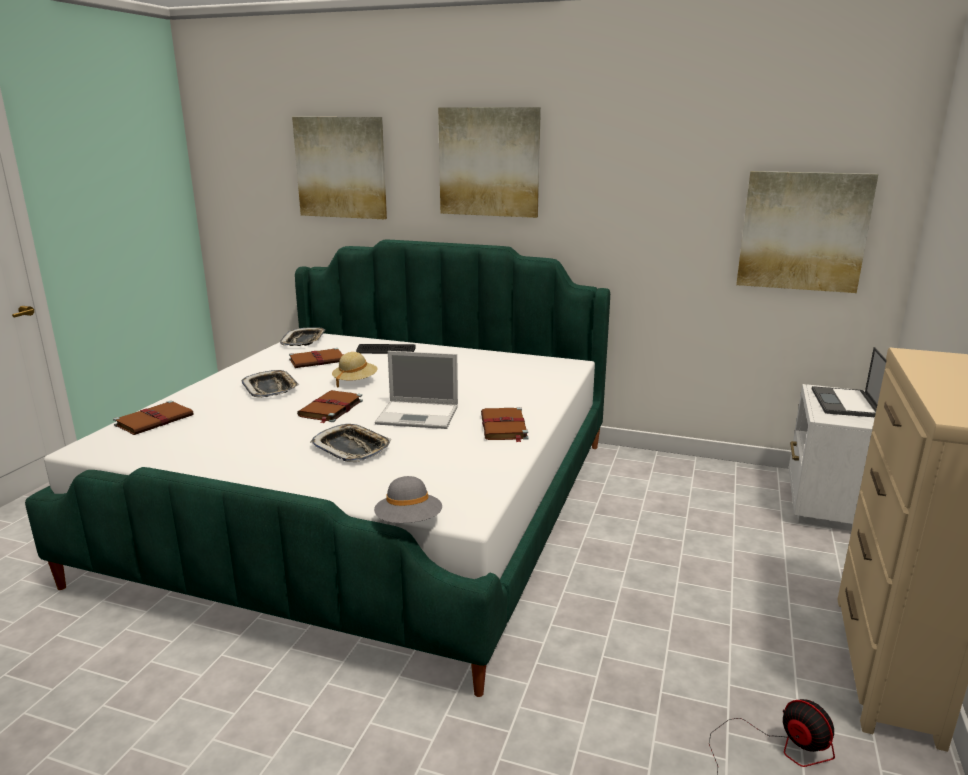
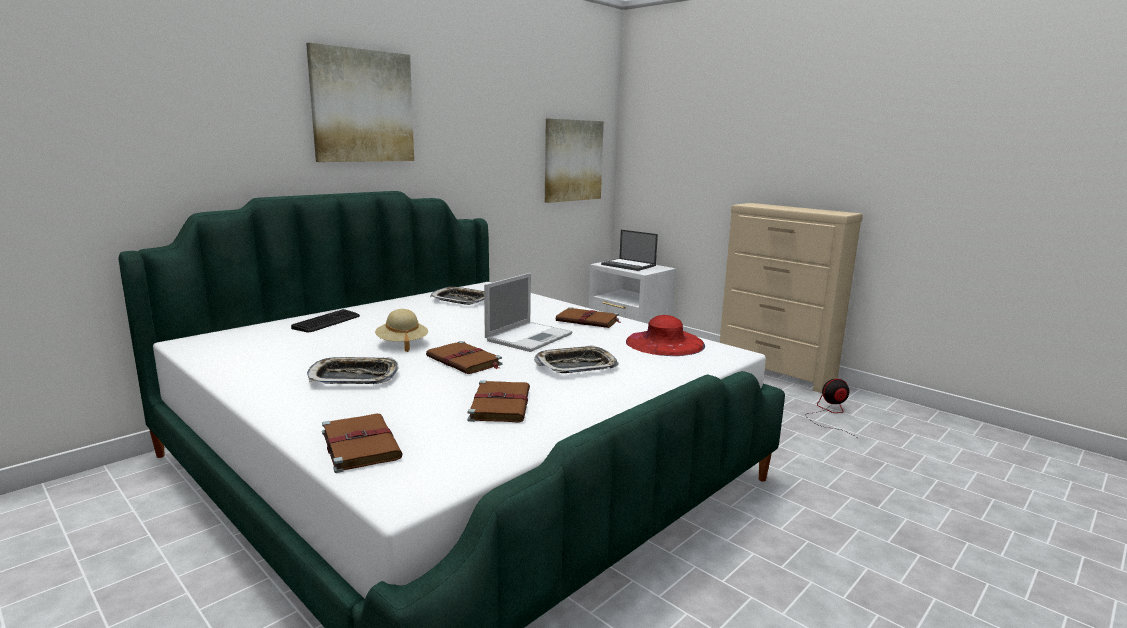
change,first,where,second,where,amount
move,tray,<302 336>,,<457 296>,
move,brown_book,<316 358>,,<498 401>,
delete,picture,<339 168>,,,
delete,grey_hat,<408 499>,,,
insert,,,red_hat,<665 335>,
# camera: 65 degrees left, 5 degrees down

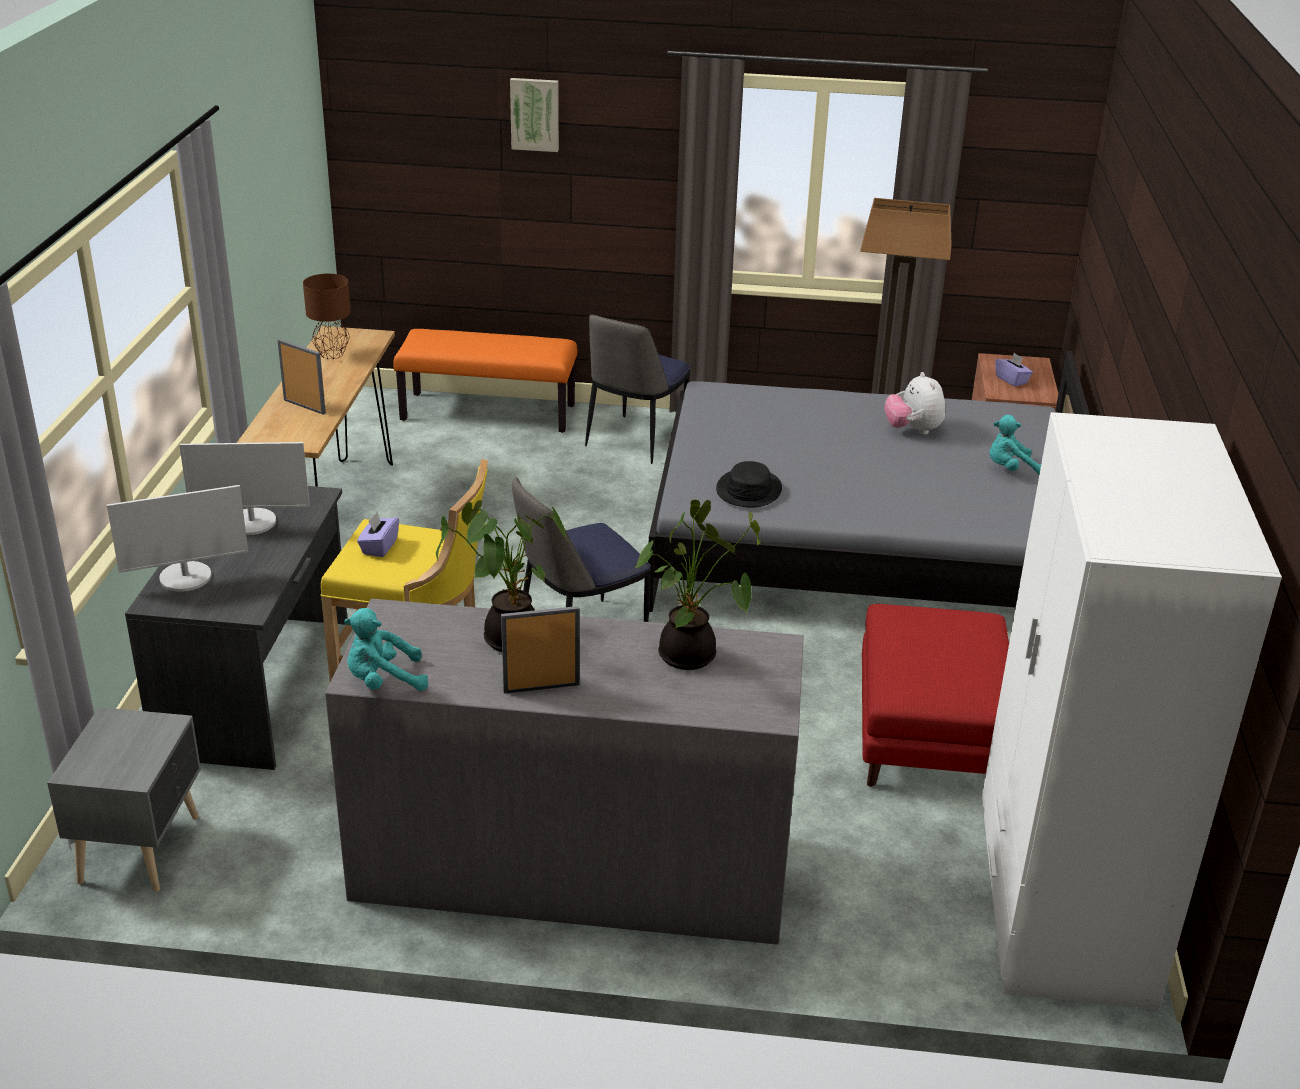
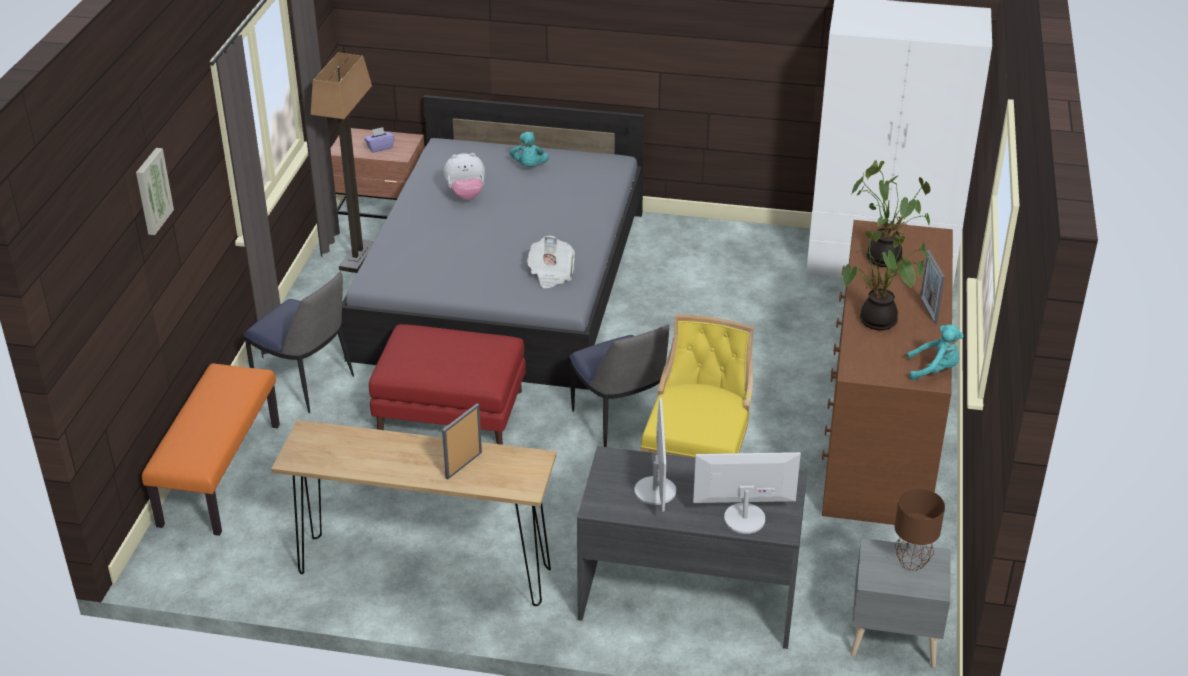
change,first,where,second,where,amount
rotate,monitor,<177 538>,,<747 493>,75 degrees counterclockwise
move,brown_table_lamp,<327 316>,,<920 529>,
recolor,grey_dresser,<564 772>,brown_dresser,<887 372>,
rotate,turquoise_plush_toy,<386 649>,,<935 352>,75 degrees counterclockwise
delete,purple_tissue_box,<378 534>,,,
replace,black_hat,<749 484>,newspaper,<551 262>,
move,red_ottoman,<935 695>,,<447 384>,
# camera: 85 degrees left, 5 degrees up

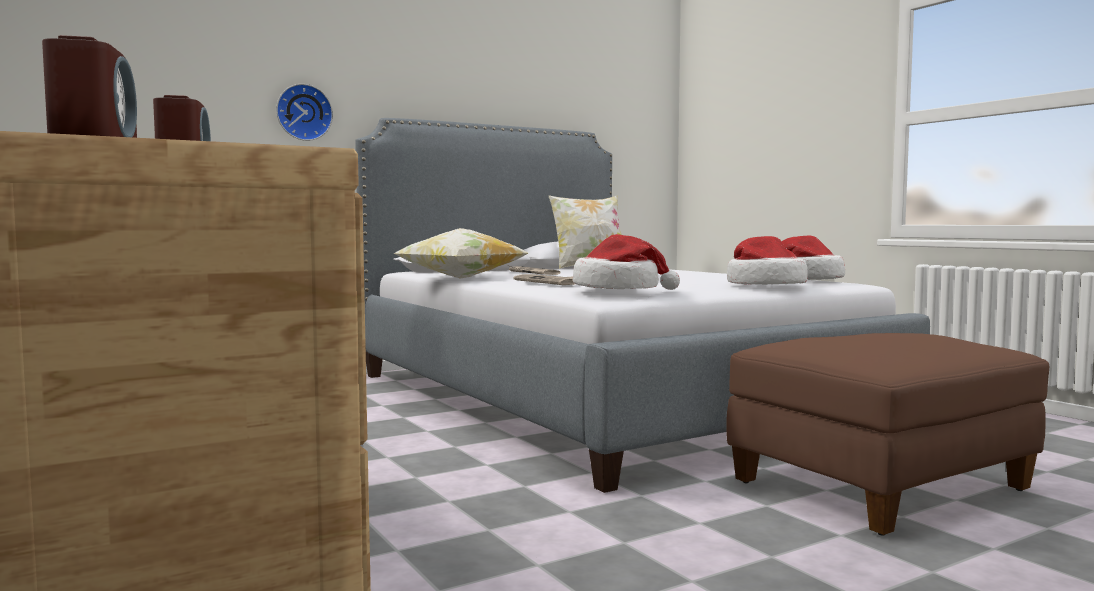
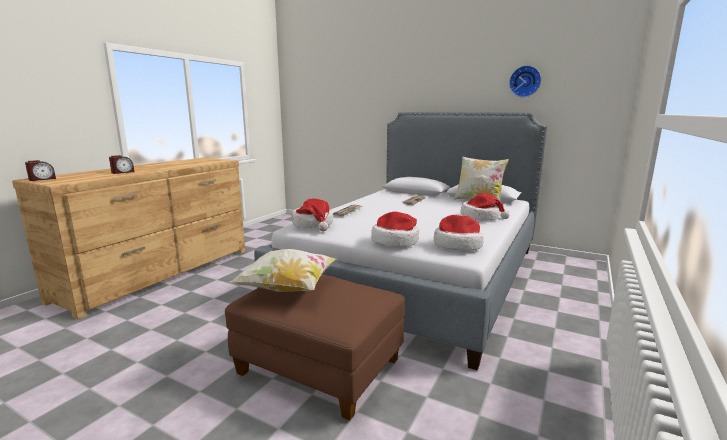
change,first,where,second,where,amount
move,wall_clock,<304 112>,,<525 81>,
move,pillow,<461 253>,,<283 270>,
insert,,,hat,<484 207>,
# camera: 60 degrees right, 10 degrees up

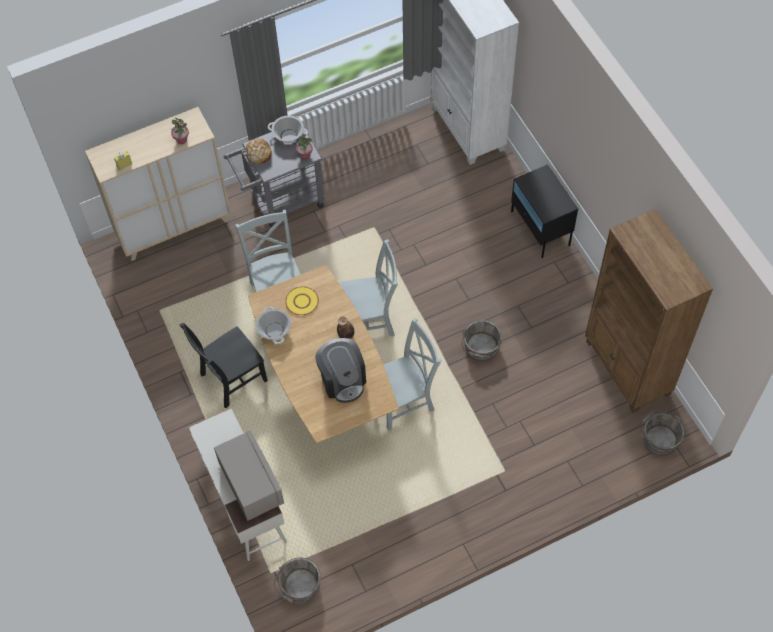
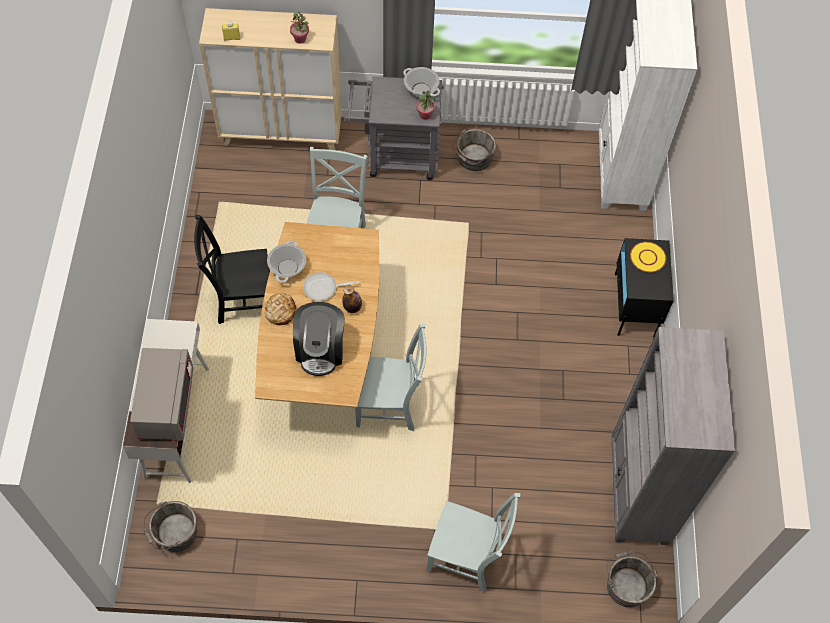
change,first,where,second,where,amount
move,bread,<259 151>,,<280 309>,
move,yellow_plate,<302 300>,,<648 257>,
move,grey_chair,<368 287>,,<473 542>,
move,grey_bucket,<482 341>,,<474 150>,
recolor,brown_bookcase,<649 311>,grey_bookcase,<673 436>,
insert,,,frying_pan,<331 286>,
# camera: 25 degrees right, 0 degrees up

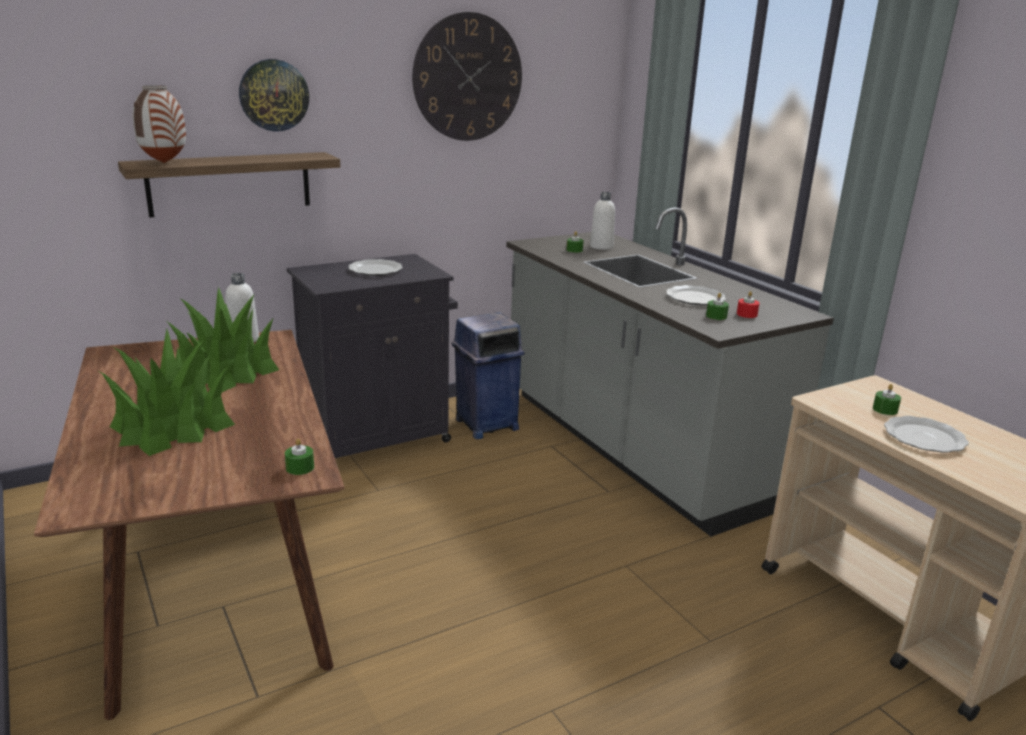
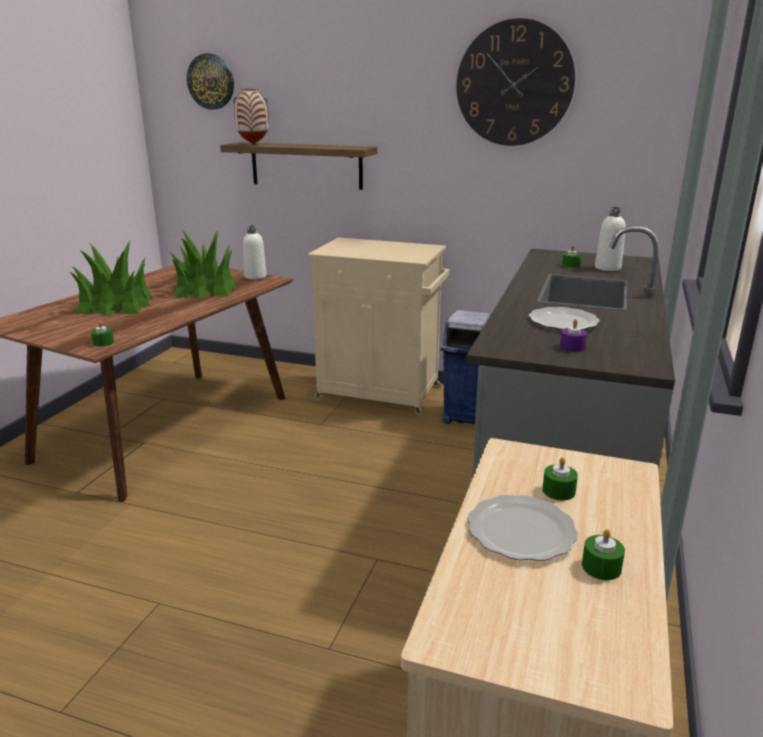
change,first,where,second,where,amount
move,wall_clock,<274 95>,,<210 82>,
recolor,black_cabinet,<372 356>,beige_cabinet,<378 326>,
delete,plate,<376 267>,,,
move,green_candle,<717 306>,,<603 554>,
recolor,red_candle,<748 304>,purple_candle,<573 335>,
# camera: 50 degrees right, 0 degrees up

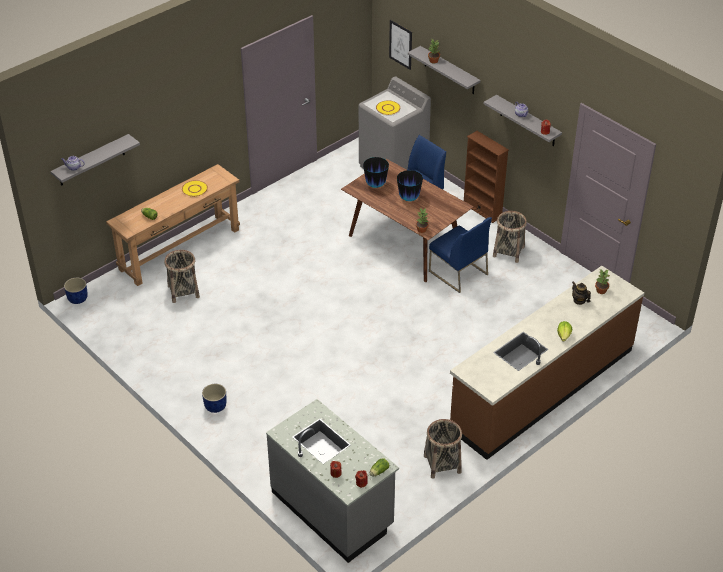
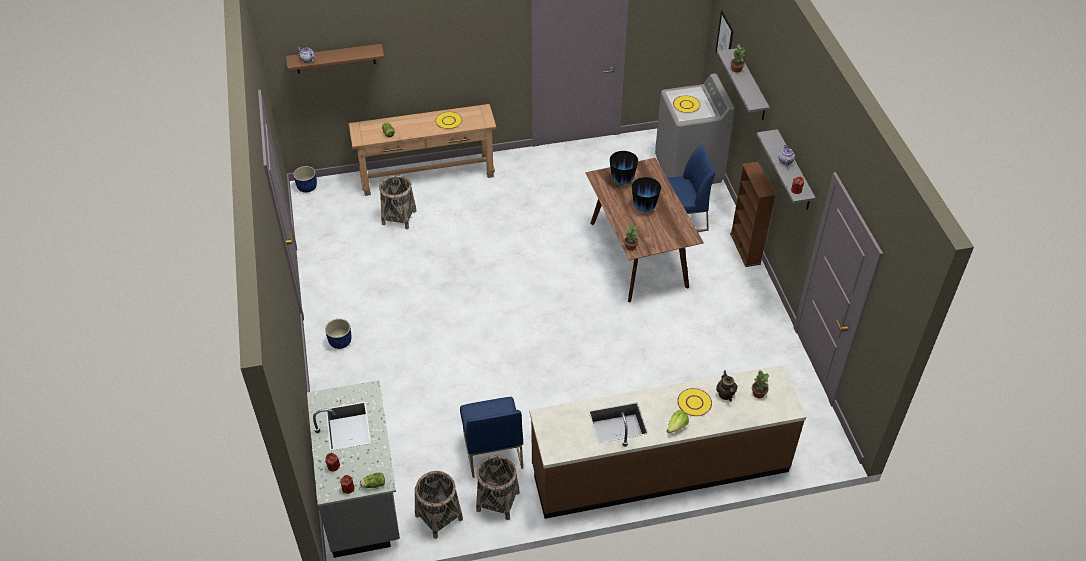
change,first,where,second,where,amount
recolor,grey_shelf,<95 160>,brown_shelf,<335 59>,
move,blue_chair,<460 255>,,<491 437>,
move,basket,<510 237>,,<439 505>,
insert,,,yellow_plate,<694 402>,
# camera: 30 degrees right, 5 degrees up

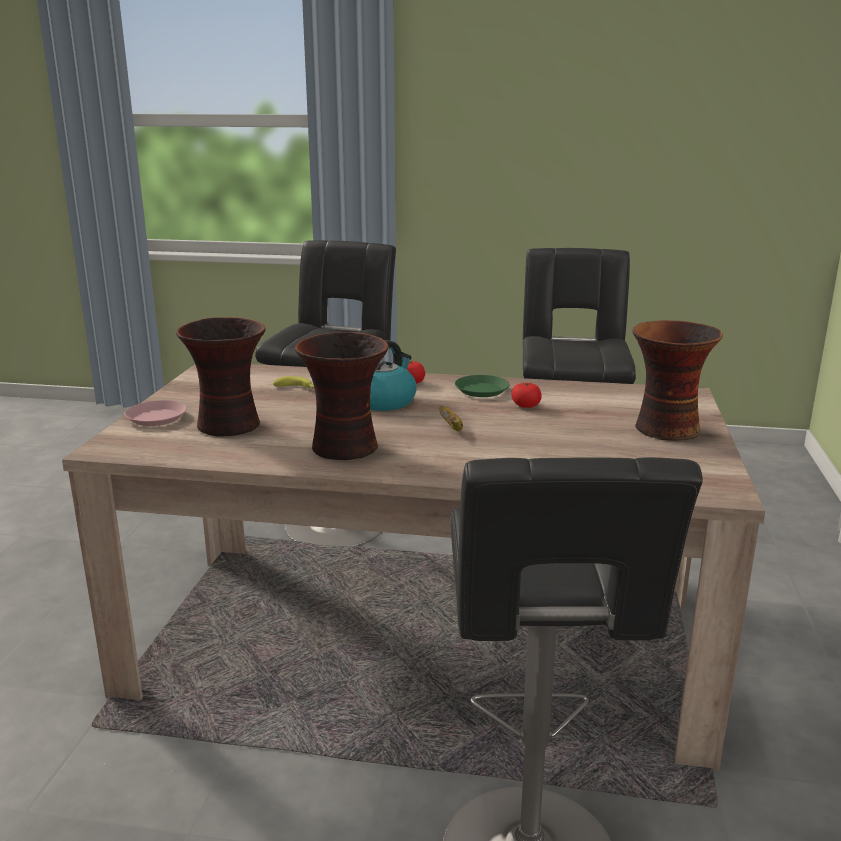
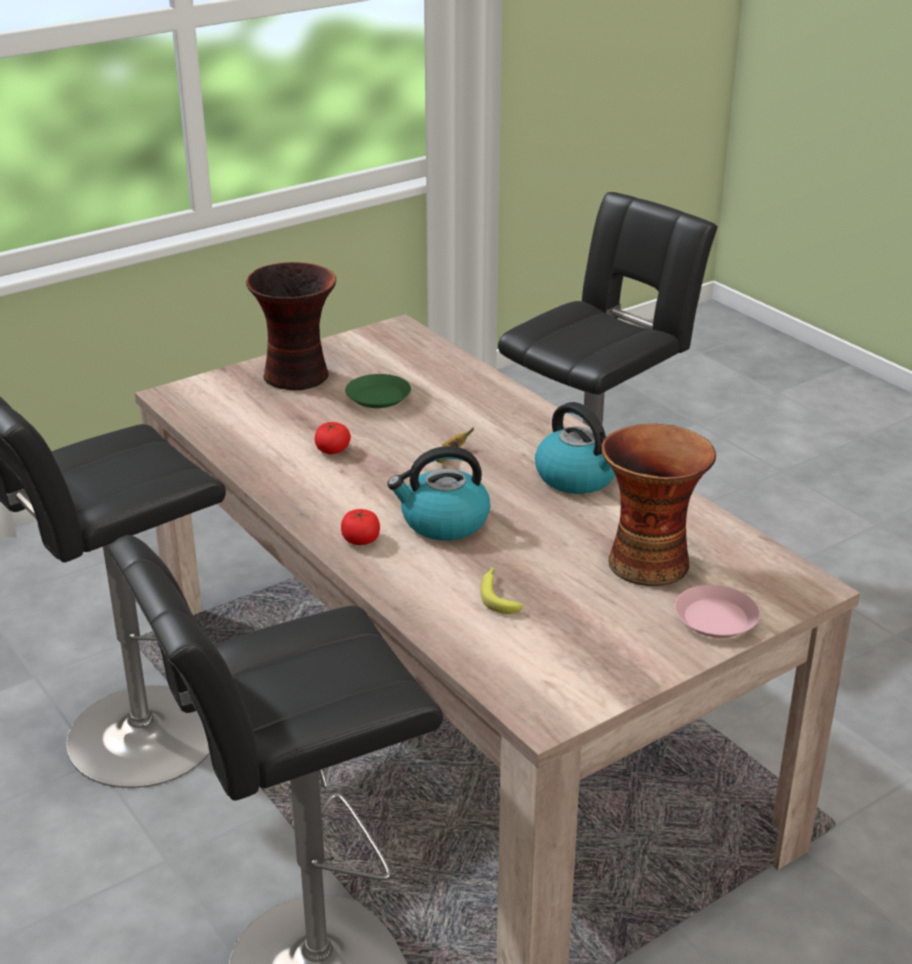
change,first,where,second,where,amount
replace,vase,<342 396>,kettle,<575 448>,
move,green_plate,<482 386>,,<378 391>,
# camera: 135 degrees left, 10 degrees up

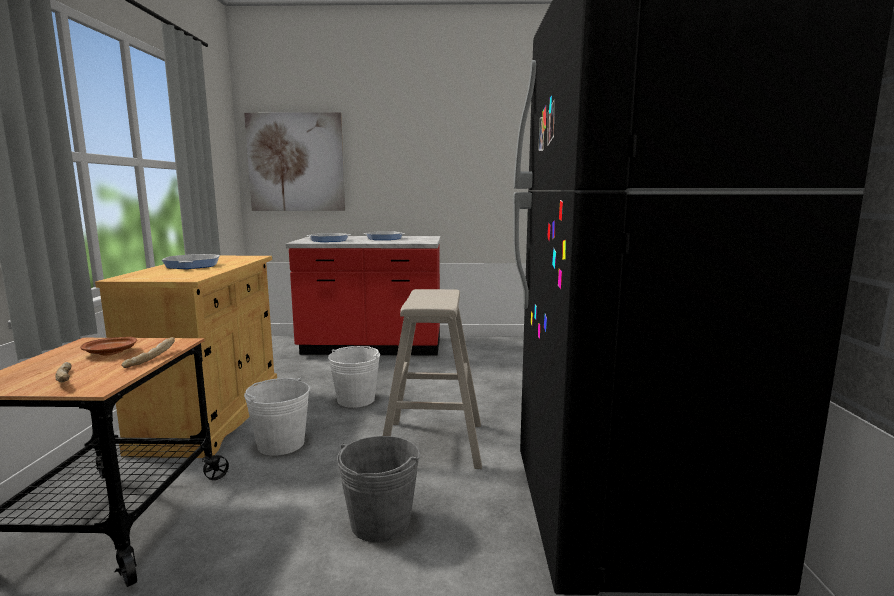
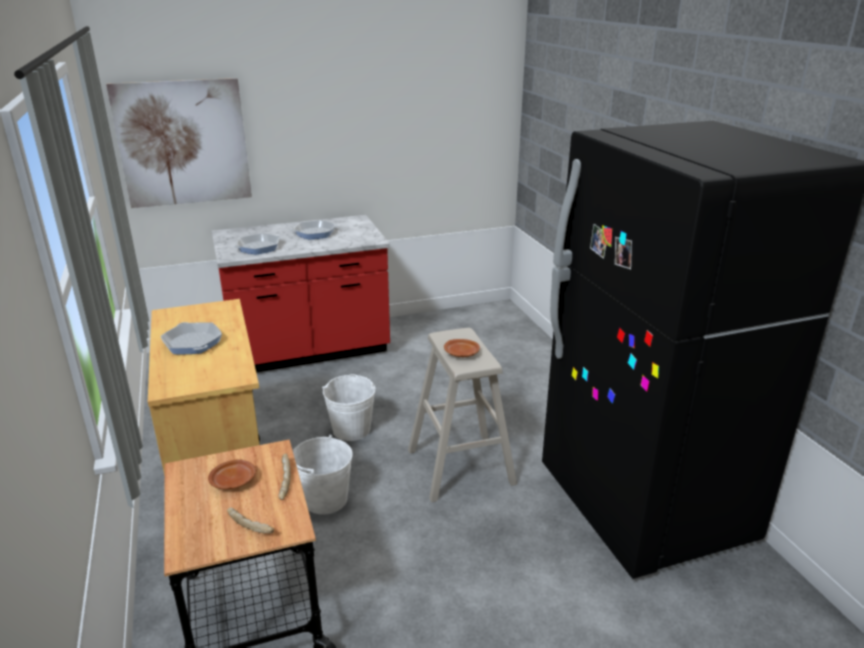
change,first,where,second,where,amount
delete,grey_bucket,<378 489>,,,
insert,,,brown_plate,<462 348>,
# camera: 20 degrees left, 15 degrees up

